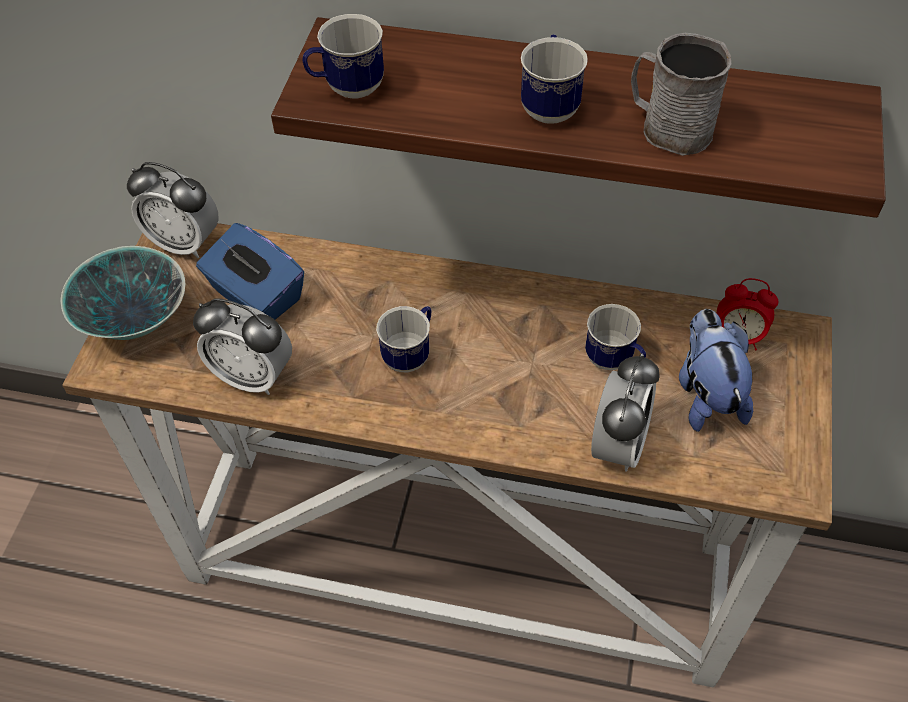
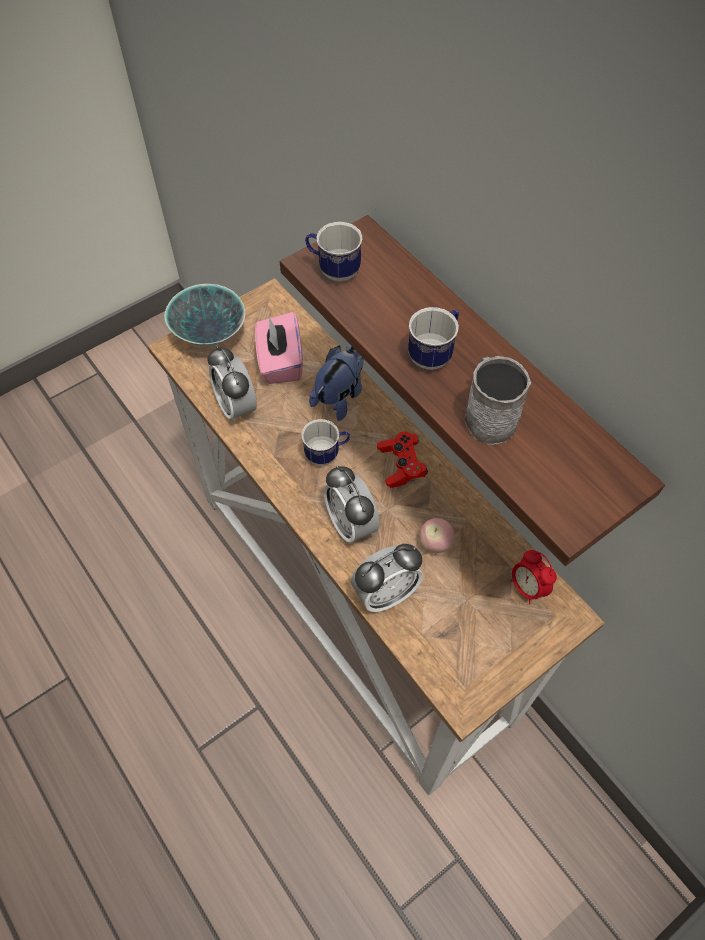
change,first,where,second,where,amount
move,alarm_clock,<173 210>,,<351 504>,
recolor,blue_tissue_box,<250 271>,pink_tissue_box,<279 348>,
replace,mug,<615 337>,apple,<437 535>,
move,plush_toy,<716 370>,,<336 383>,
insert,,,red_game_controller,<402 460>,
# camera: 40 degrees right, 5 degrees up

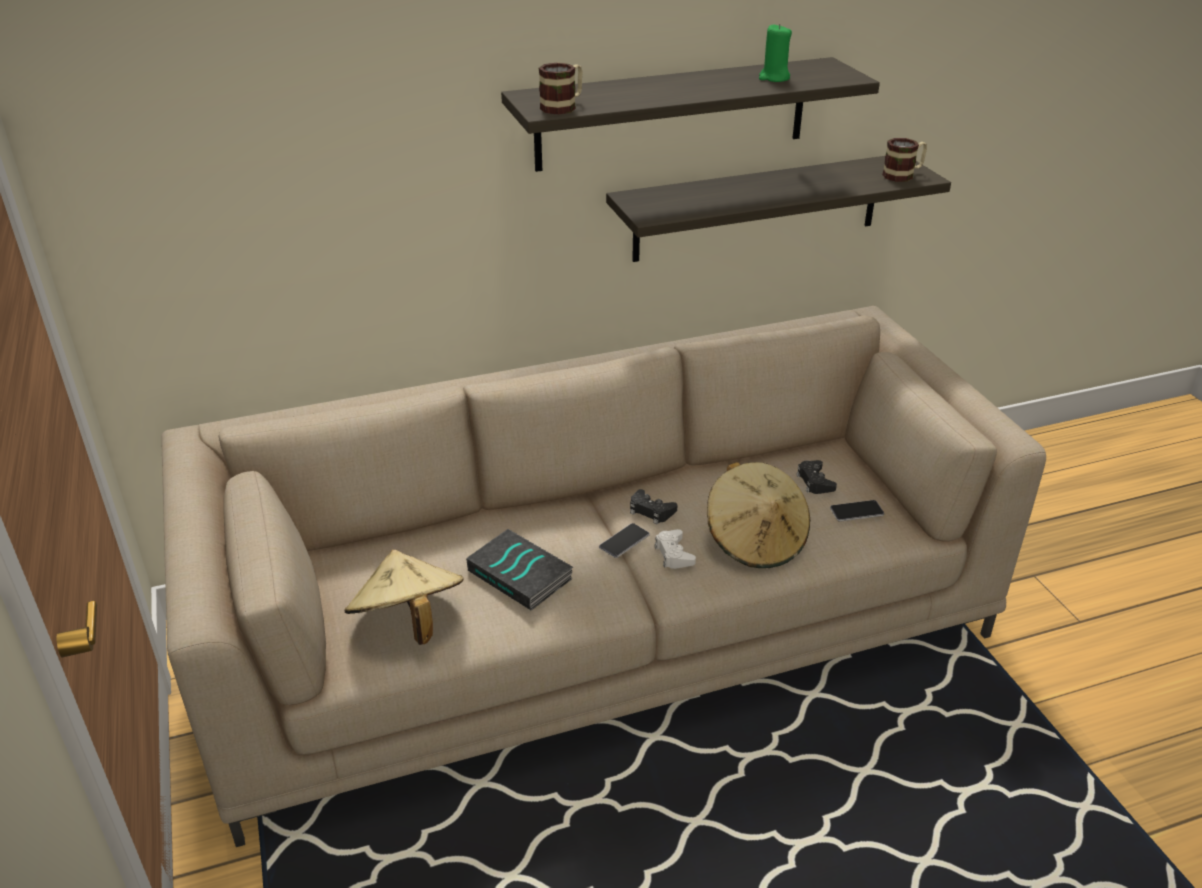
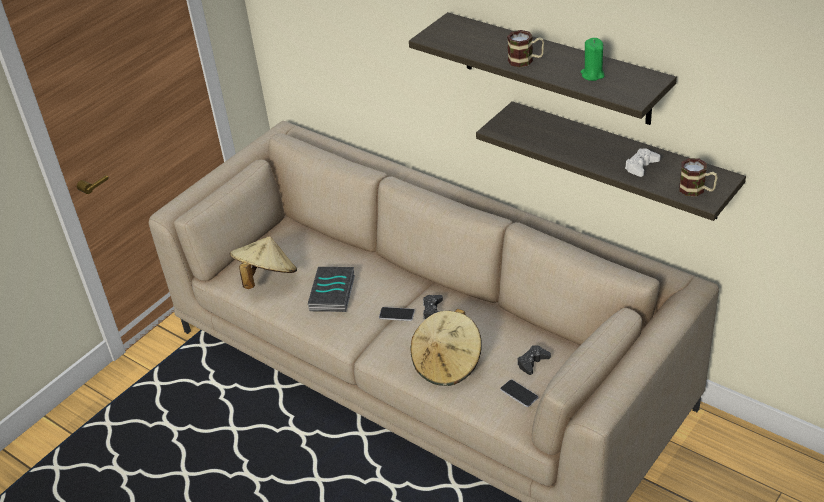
change,first,where,second,where,amount
move,mug,<560 89>,,<525 48>,
move,white_game_controller,<675 549>,,<642 162>,
# camera: 60 degrees right, 5 degrees up

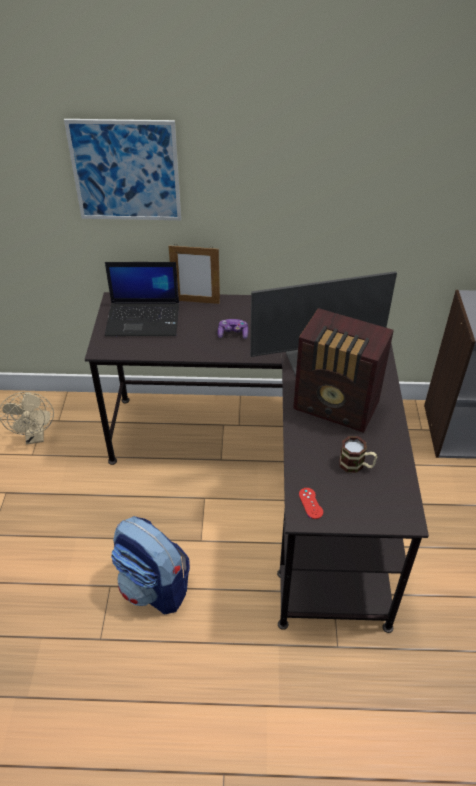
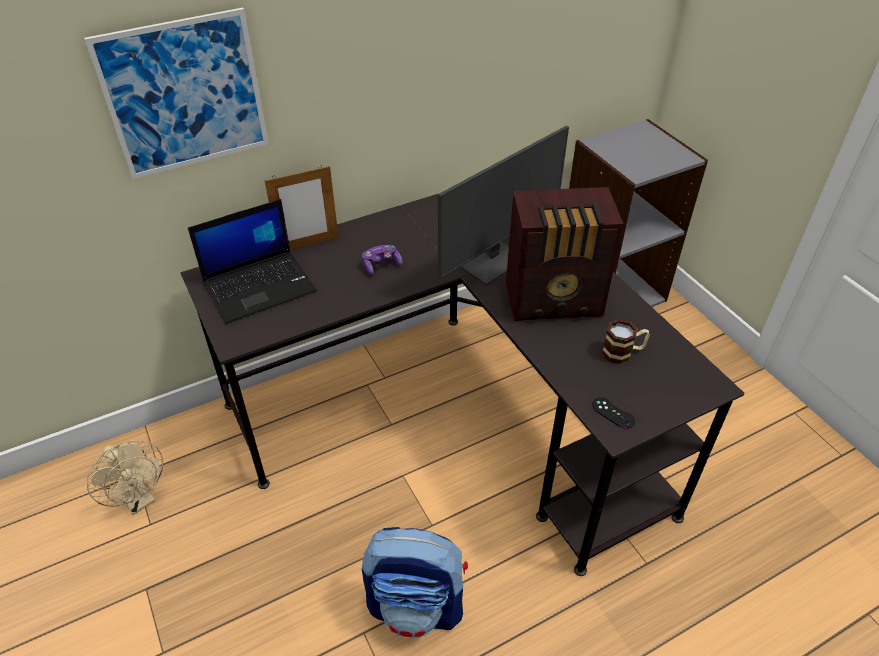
change,first,where,second,where,amount
recolor,red_game_controller,<311 503>,black_game_controller,<613 413>,
# camera: 30 degrees left, 0 degrees up

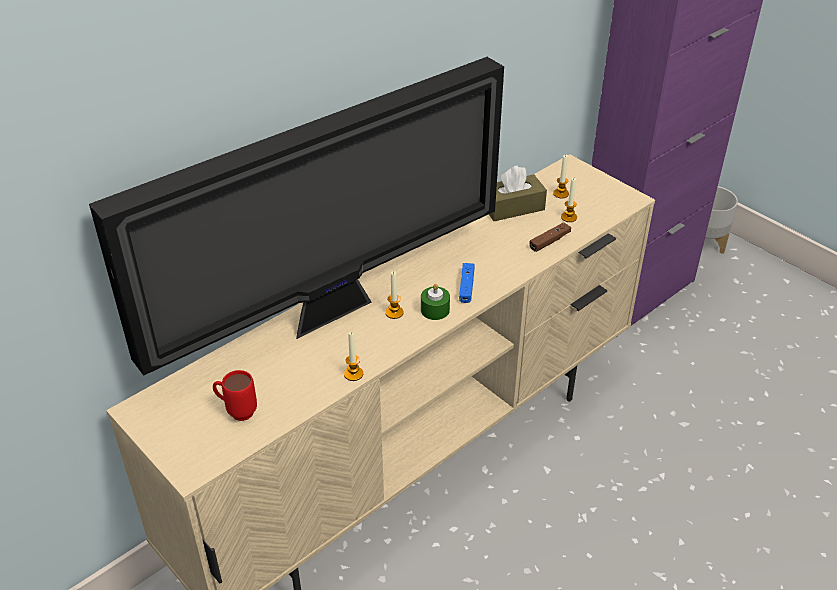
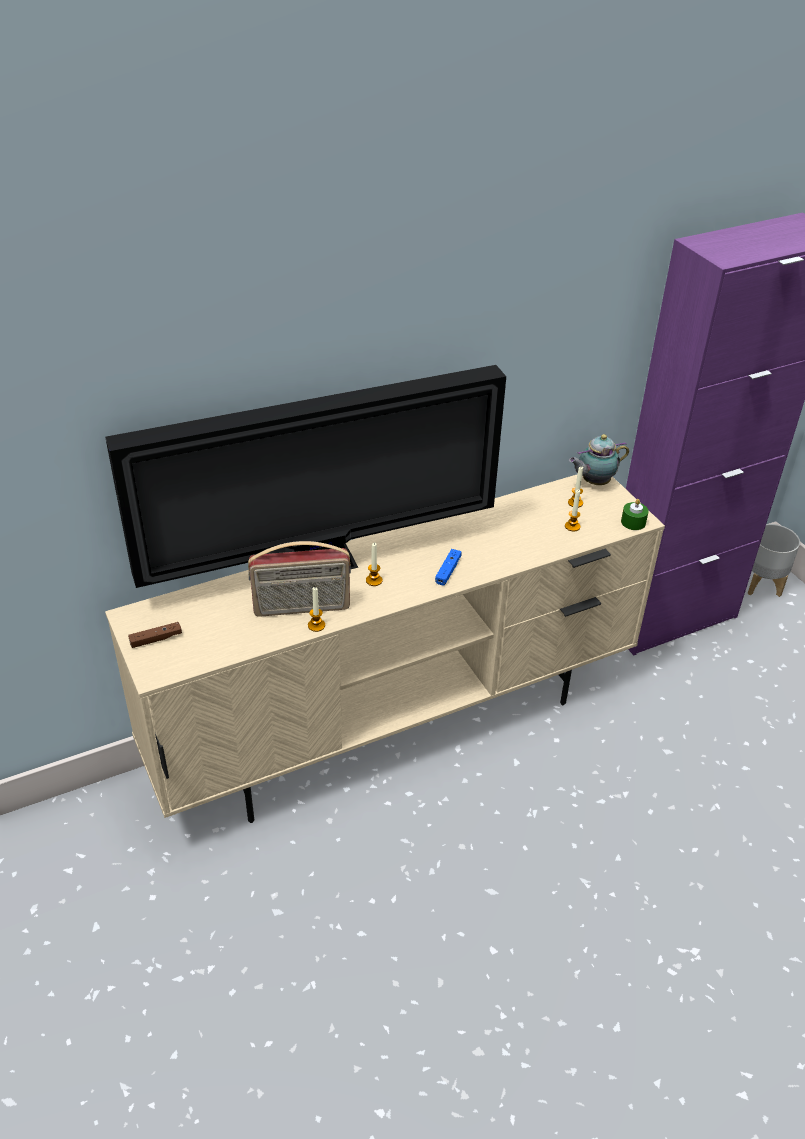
change,first,where,second,where,amount
delete,red_mug,<235 395>,,,
move,green_candle,<435 302>,,<635 514>,
delete,brown_tissue_box,<518 193>,,,
move,brown_game_controller,<550 237>,,<155 635>,
insert,,,radio,<299 579>,
insert,,,teapot,<599 459>,
# camera: 15 degrees right, 0 degrees up

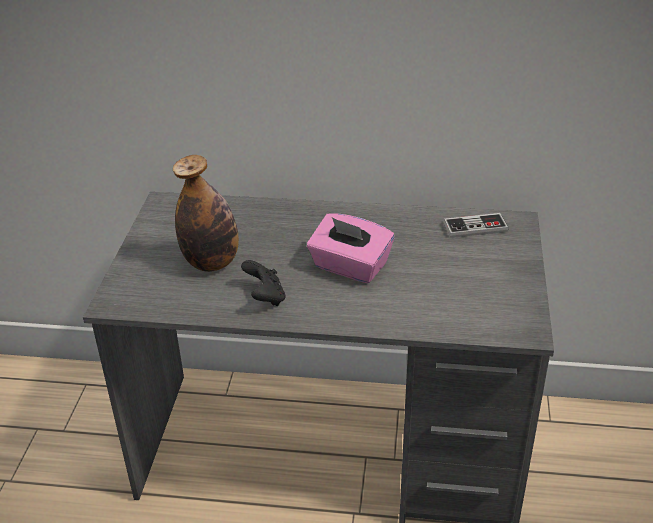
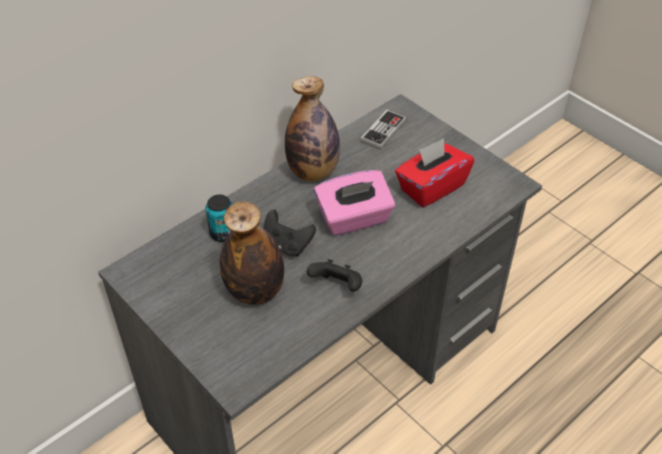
change,first,where,second,where,amount
insert,,,can,<219 218>,
insert,,,black_game_controller,<290 233>,
insert,,,bottle,<312 128>,
insert,,,red_tissue_box,<434 172>,
# camera: 50 degrees left, 10 degrees up

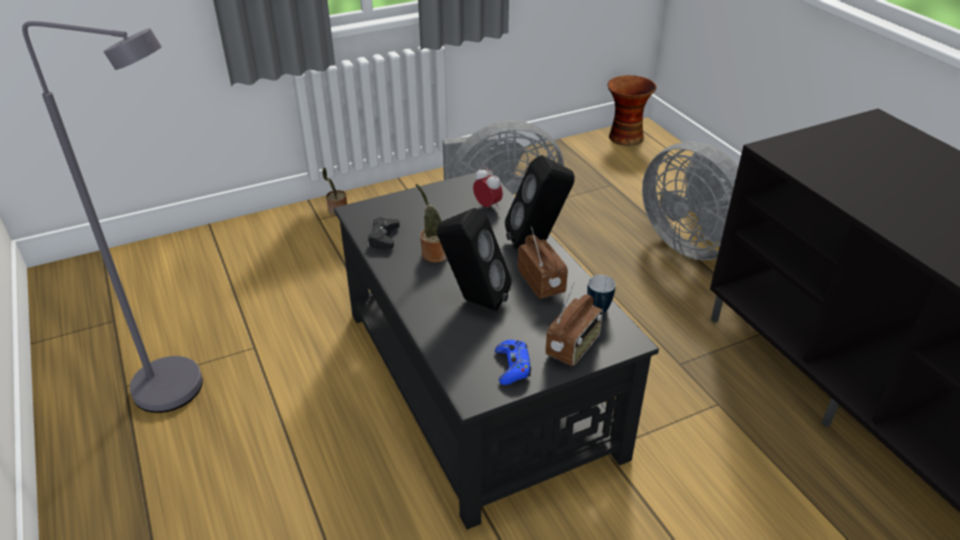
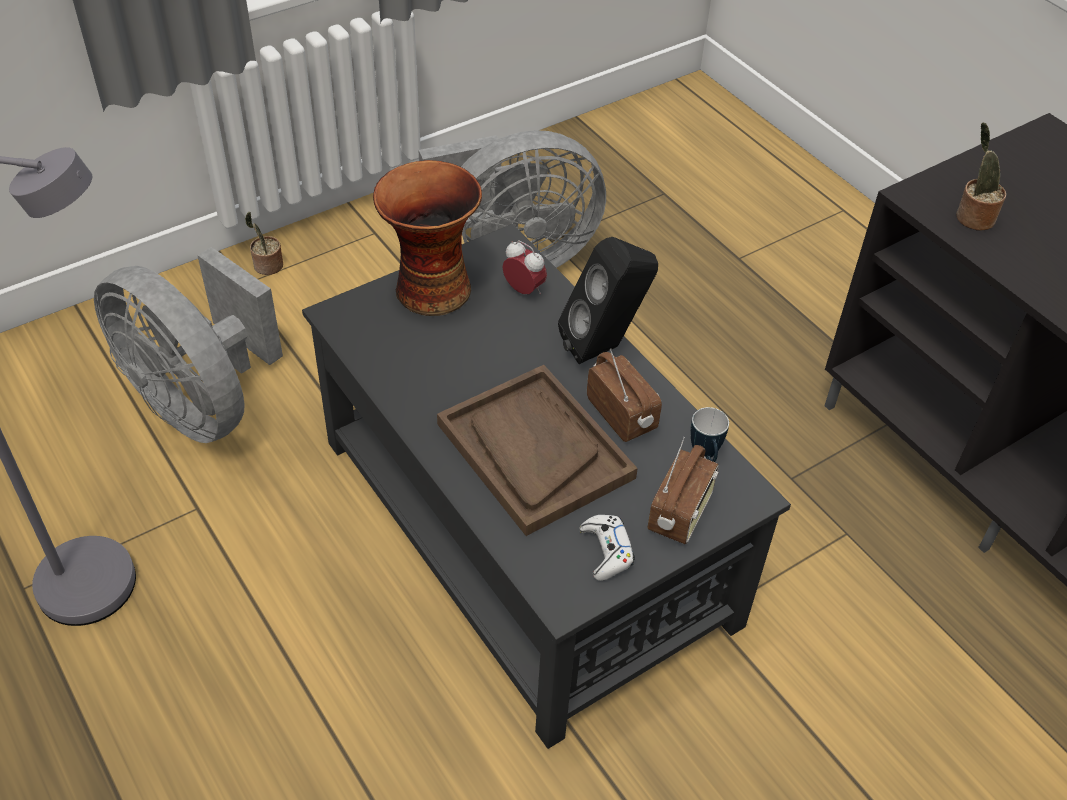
change,first,where,second,where,amount
delete,black_game_controller,<384 233>,,,
move,potted_plant,<431 223>,,<981 177>,
replace,black_speaker,<474 259>,brown_tray,<537 450>,
recolor,blue_game_controller,<513 362>,white_game_controller,<607 548>,
move,vase,<632 110>,,<427 238>,
move,grey_fan,<690 201>,,<188 345>,
# camera: 10 degrees left, 10 degrees up

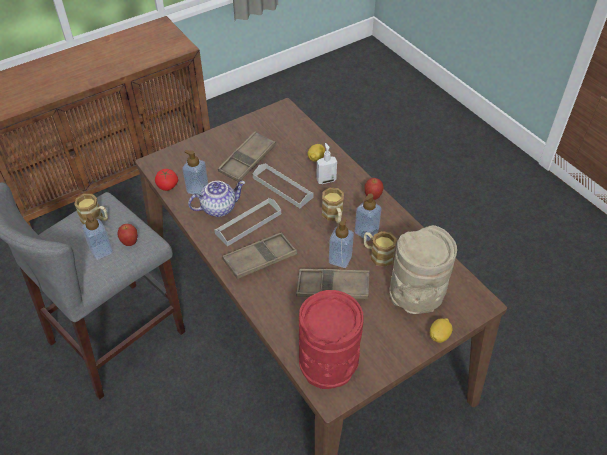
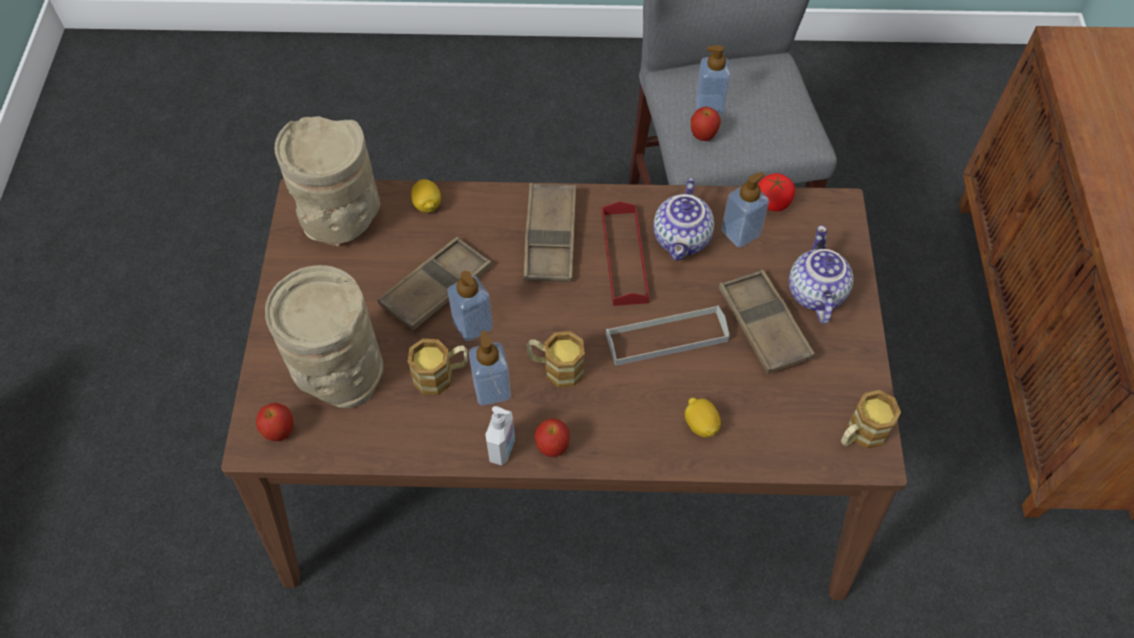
change,first,where,second,where,amount
move,mug,<91 209>,,<871 419>,
recolor,grey_tray,<247 222>,red_tray,<625 253>,
recolor,red_vase,<331 339>,beige_vase,<327 181>,
move,soap_dispenser,<326 163>,,<500 436>,
move,lemon,<441 330>,,<426 196>,
insert,,,apple,<275 422>,
insert,,,teapot,<821 274>,
# camera: 125 degrees right, 10 degrees up

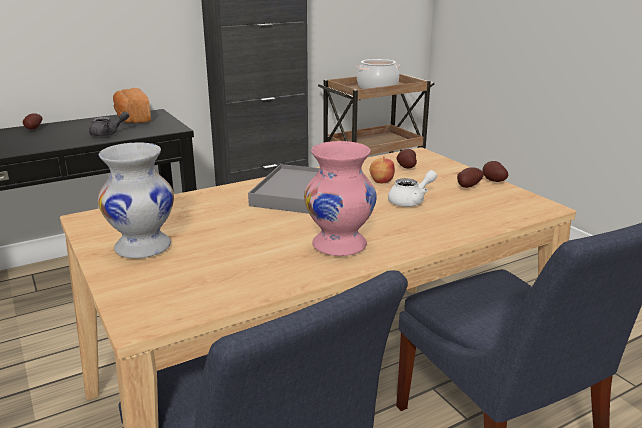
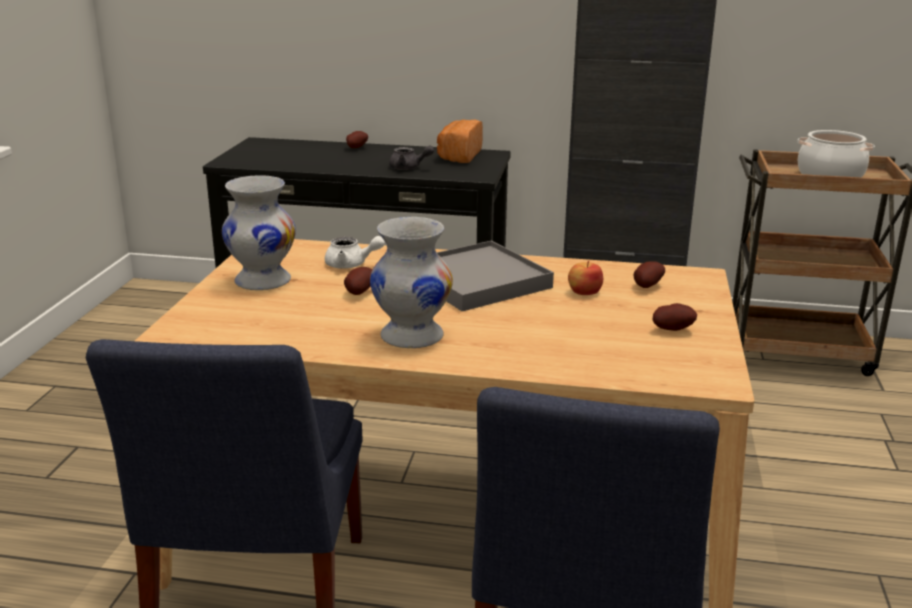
change,first,where,second,where,amount
recolor,pink_vase,<340 198>,white_vase,<411 282>,
move,white_teapot,<412 188>,,<355 252>,
move,potato,<495 171>,,<358 281>,
# camera: 40 degrees right, 0 degrees up

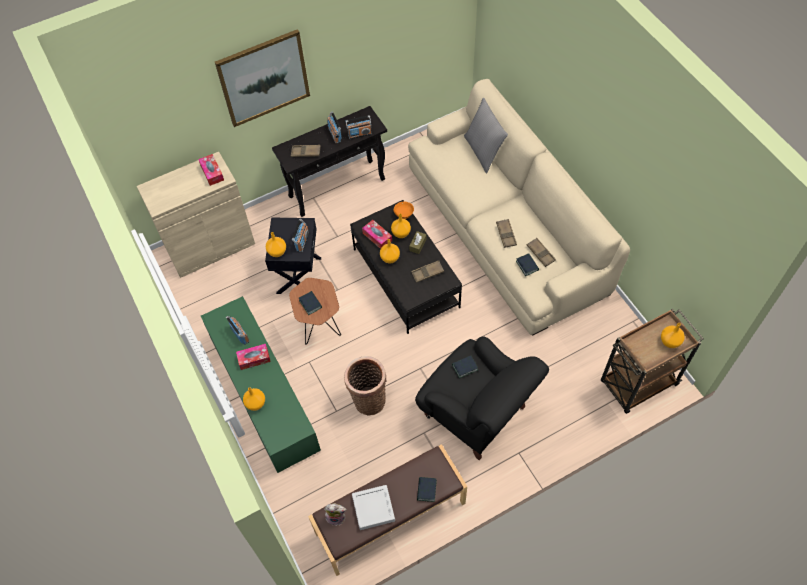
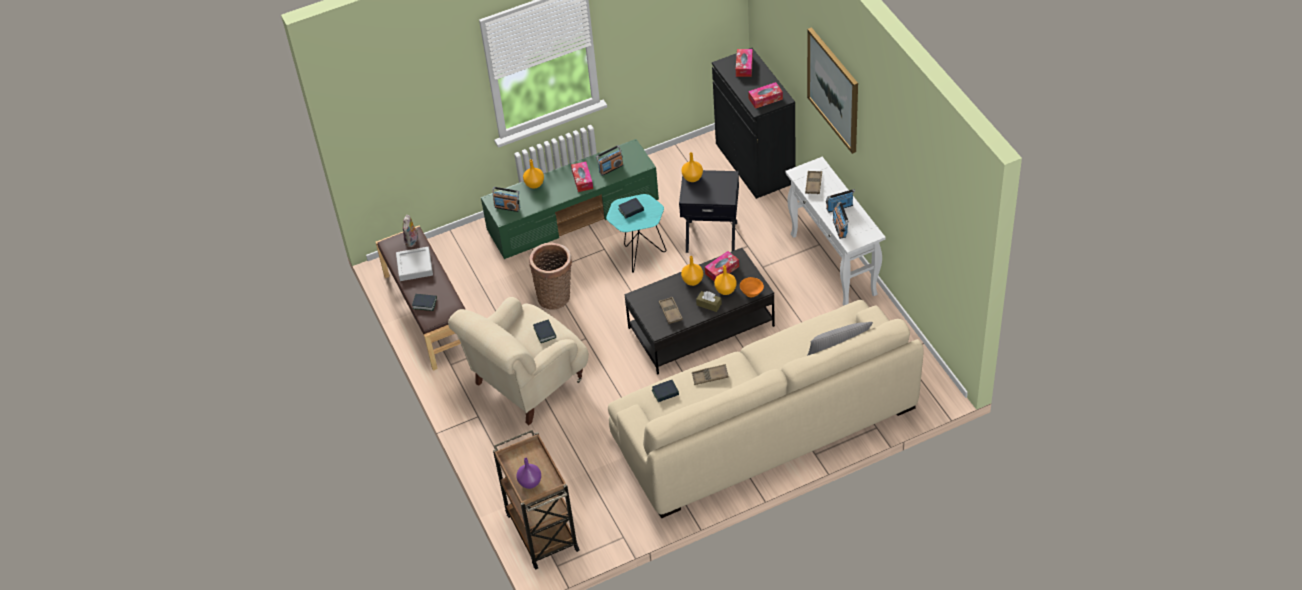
change,first,where,second,where,amount
recolor,beige_cabinet,<196 215>,black_cabinet,<754 123>,
recolor,black_console_table,<329 161>,white_console_table,<835 231>,
recolor,brown_side_table,<315 311>,turquoise_side_table,<636 233>,
move,radio,<300 235>,,<506 199>,
recolor,black_armchair,<482 398>,beige_armchair,<518 361>,
delete,brown_tray,<541 252>,,,
recolor,orange_vase,<673 335>,purple_vase,<528 473>,
insert,,,tissue_box,<744 63>,
# camera: 95 degrees right, 10 degrees down

